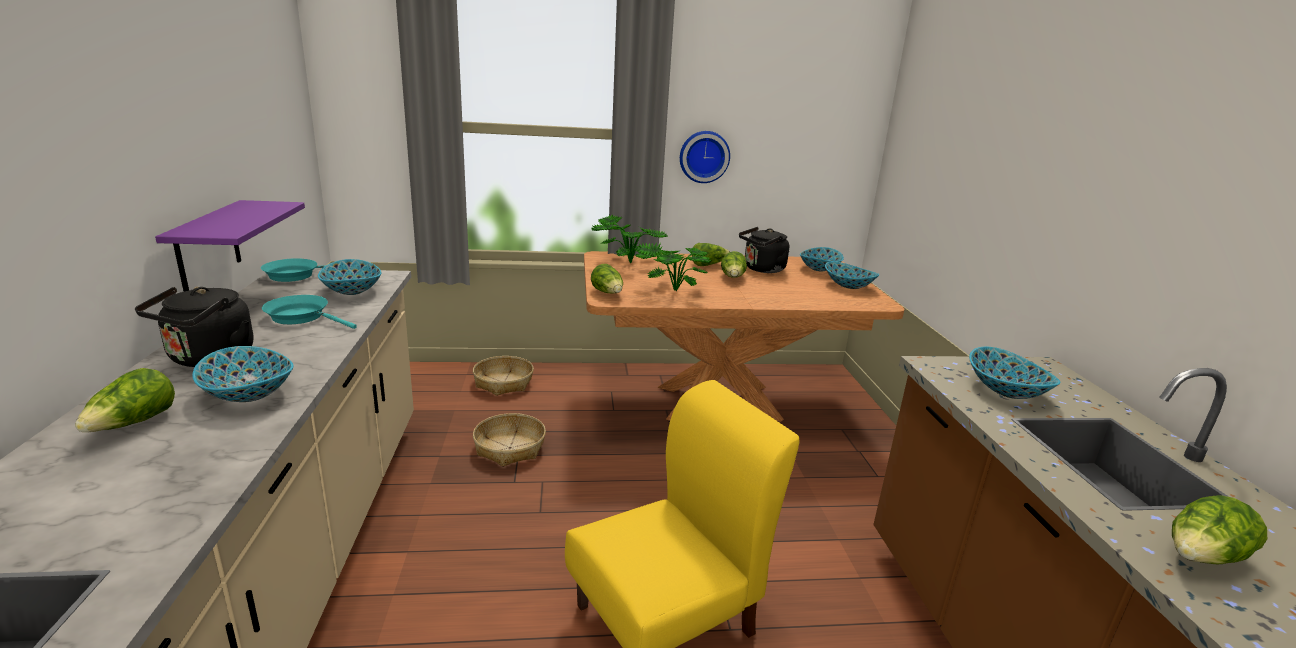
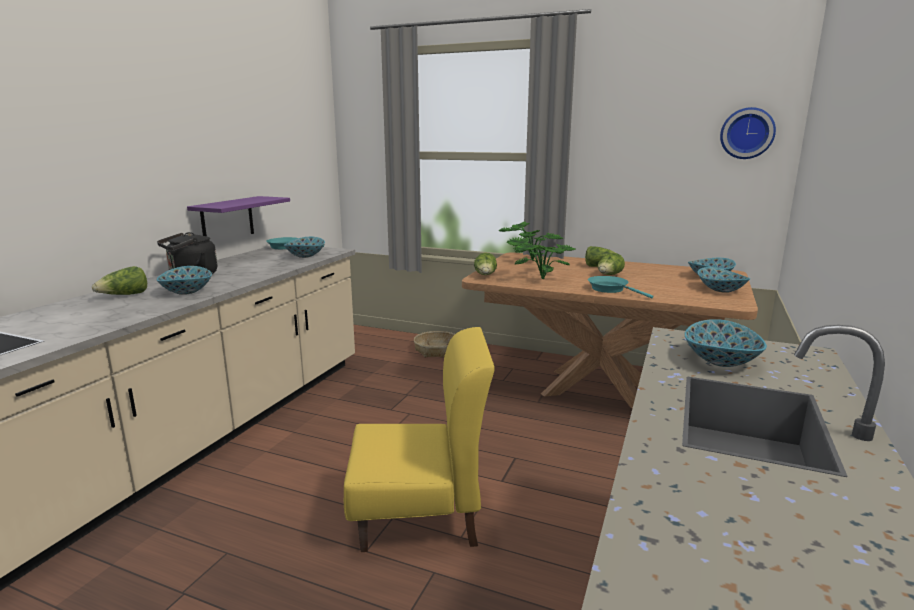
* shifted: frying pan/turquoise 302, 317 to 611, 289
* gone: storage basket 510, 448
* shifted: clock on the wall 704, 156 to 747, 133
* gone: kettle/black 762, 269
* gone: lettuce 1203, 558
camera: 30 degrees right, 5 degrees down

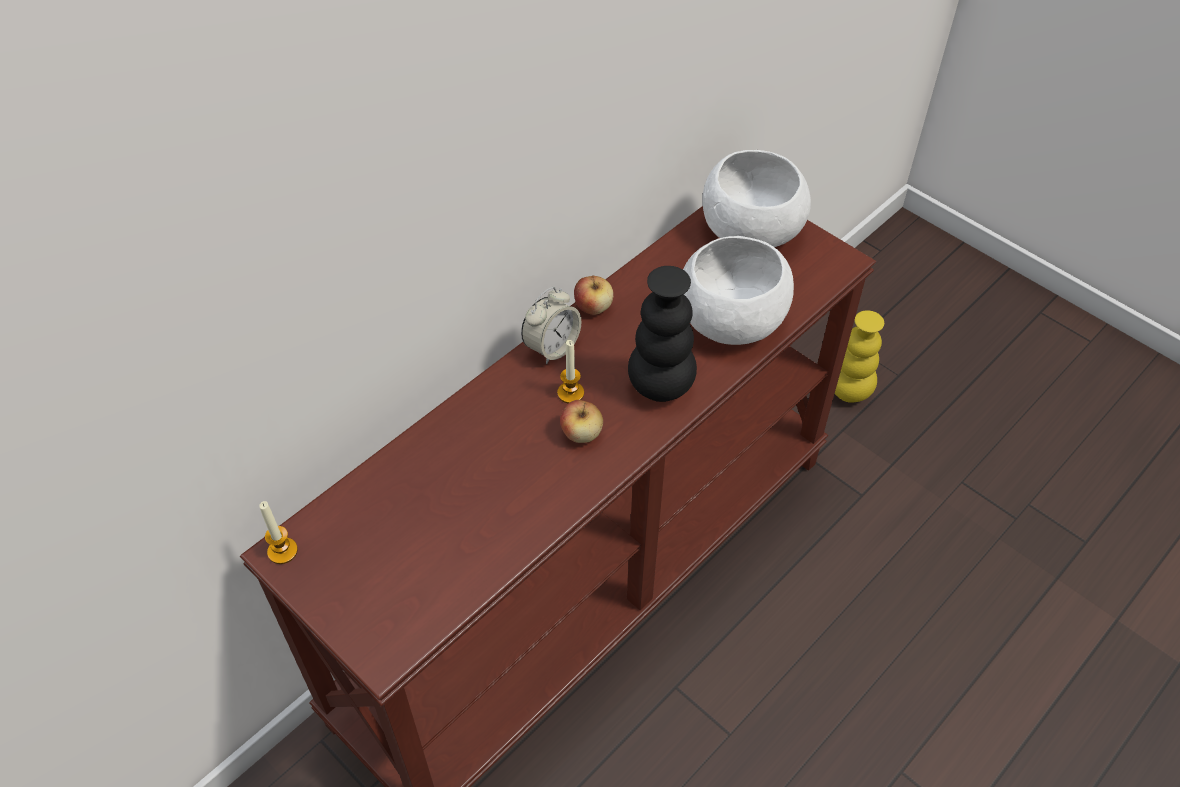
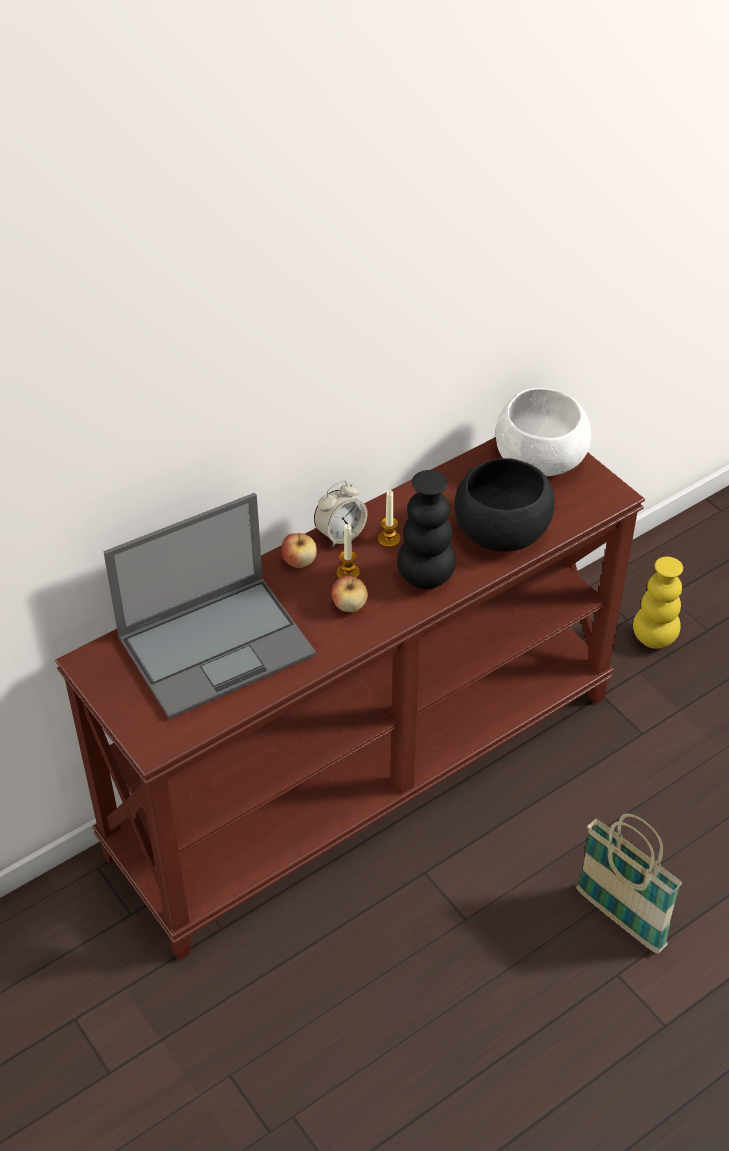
* shifted: wax light 282, 551 to 389, 539
* shifted: apple fruit 593, 307 to 299, 561
* repainted: serving bowl/white 731, 317 to serving bowl/black 501, 529
* new: notebook computer 218, 645
* new: storage basket 619, 919
camera: 10 degrees right, 5 degrees down

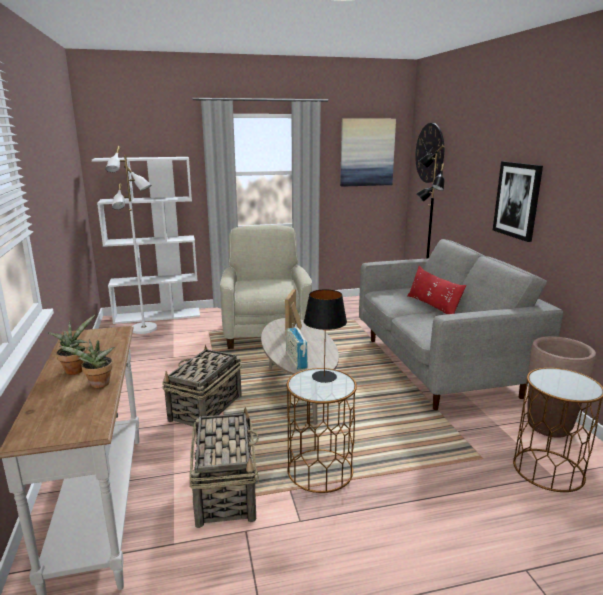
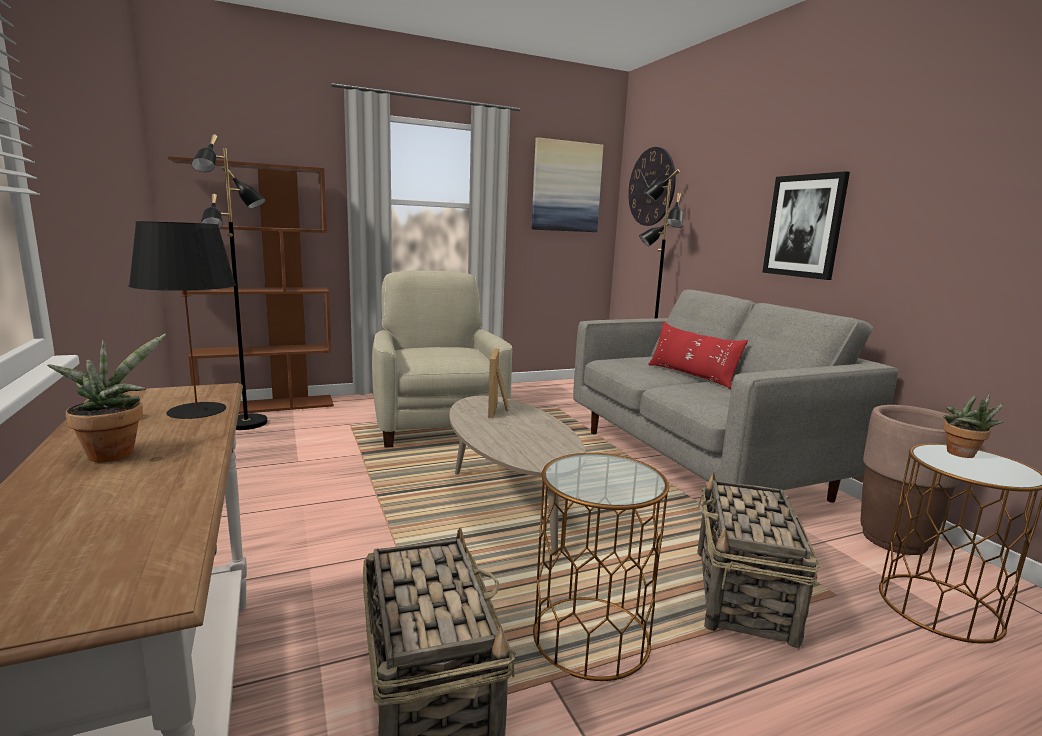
* shifted: potted plant 98, 385 to 963, 455
* repainted: shelving unit/white 158, 316 to shelving unit/brown 268, 406
* repainted: standard lamp/white 144, 329 to standard lamp/black 247, 423
* shifted: storage basket 205, 408 to 742, 596
* gone: radio receiver 296, 361
* shifted: table lamp/black 323, 376 to 195, 410
camera: 10 degrees left, 5 degrees down

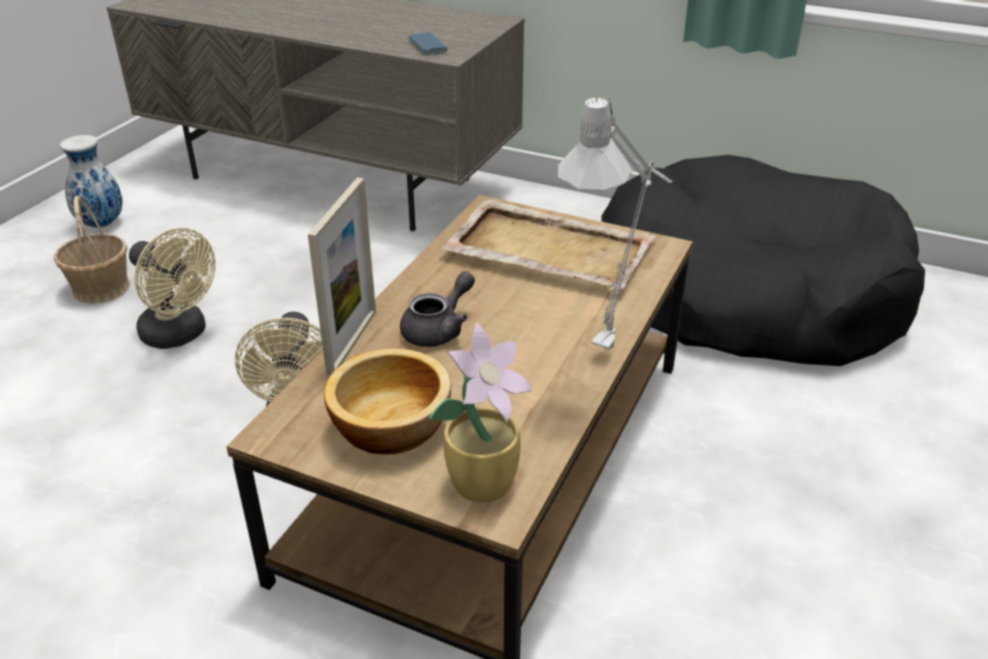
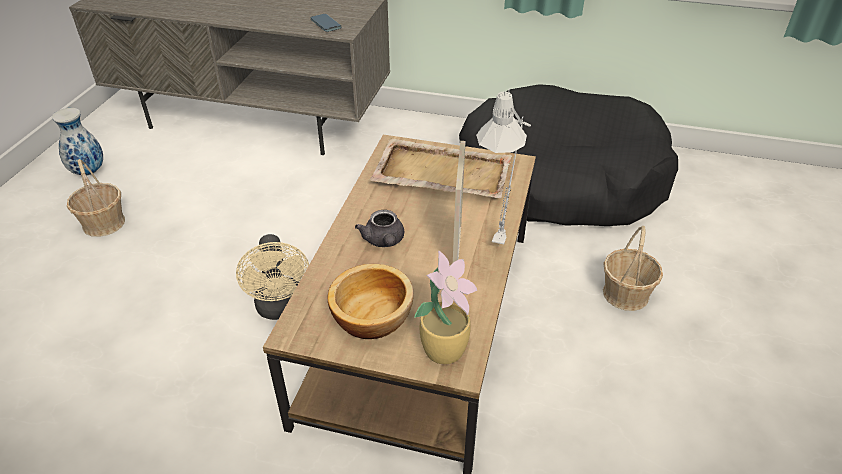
* gone: cooling fan/beige-coloured 180, 335
* shifted: picture frame 352, 342 to 456, 251
* rotated: tea pot/gray 439, 329 = 384, 241 135 degrees clockwise
* new: storage basket 626, 294
camera: 10 degrees left, 5 degrees up

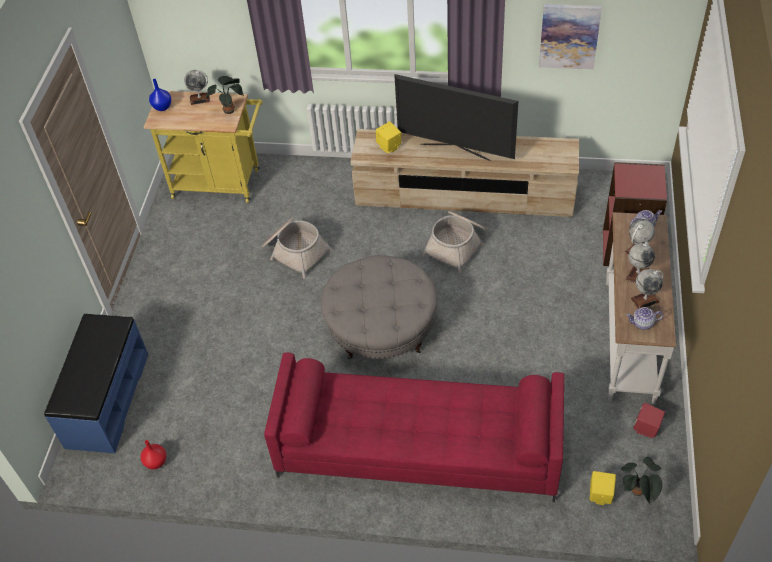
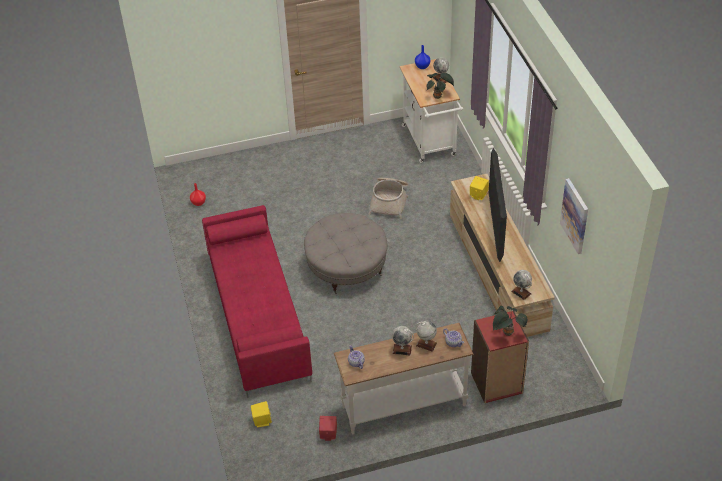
* gone: indoor bench/blue 107, 400
* repainted: cart/yellowish 222, 184 to cart/white 430, 143
* gone: storage basket 457, 245
* shifted: potted plant 638, 492 to 507, 333
* shifted: world globe 645, 300 to 521, 292
camera: 65 degrees right, 5 degrees down

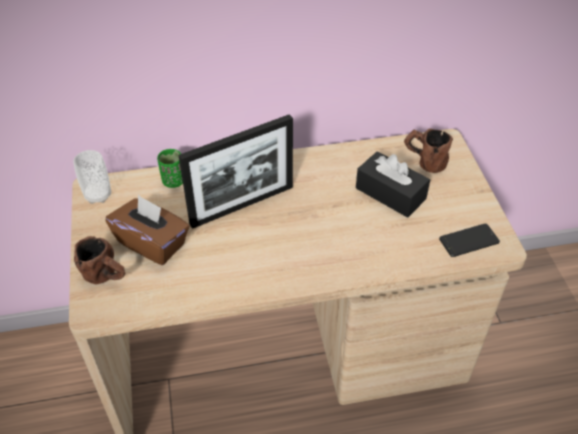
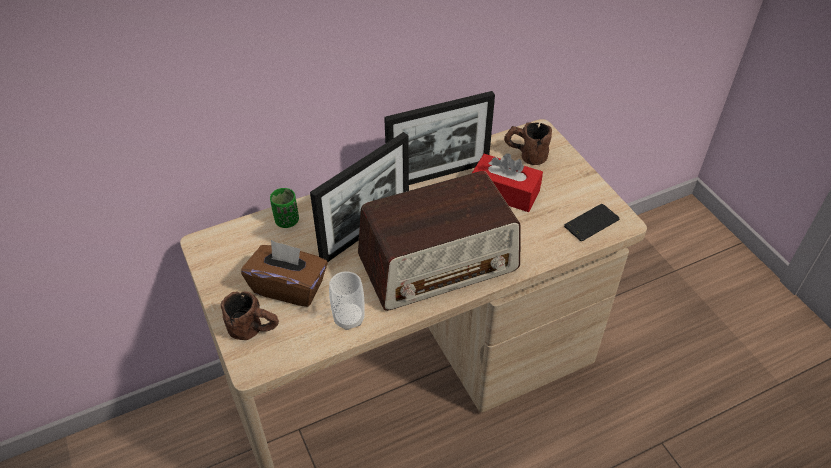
* shifted: cup 98, 195 to 349, 318
* repainted: tissue holder/black 390, 193 to tissue holder/reddish 504, 192
* new: radio receiver 439, 263
* new: picture frame 438, 175
camera: 15 degrees left, 0 degrees up

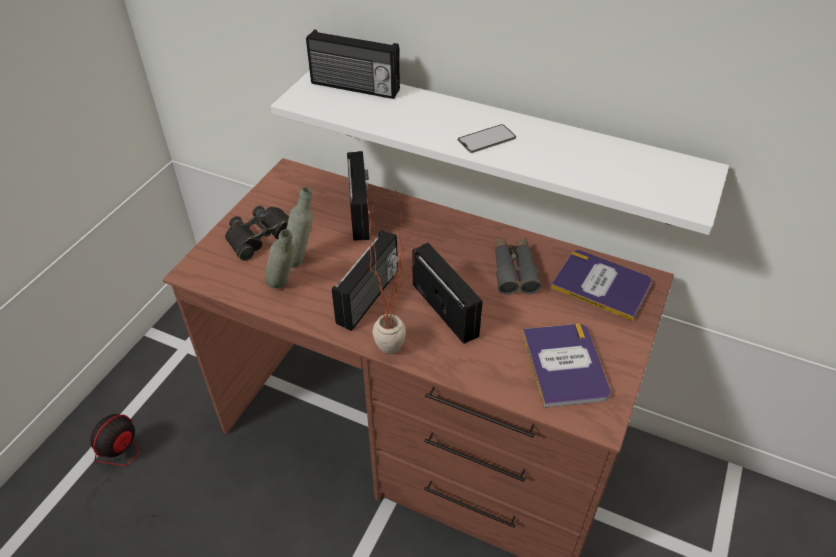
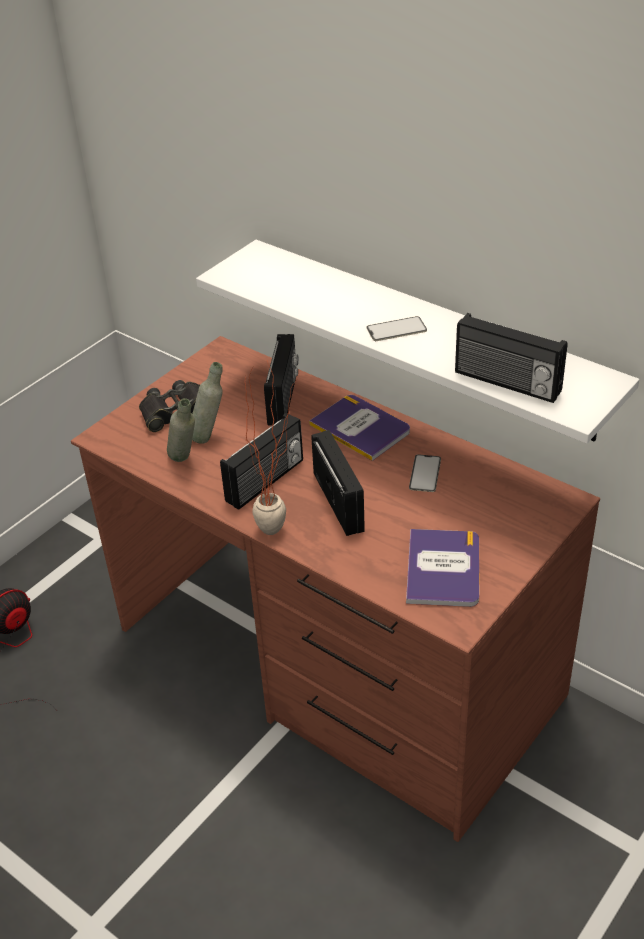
* shifted: radio receiver 354, 87 to 506, 383
* swapped: binoculars/gray 514, 270 to telephone 425, 473
* shifted: volume 602, 285 to 361, 428
camera: 15 degrees right, 5 degrees down

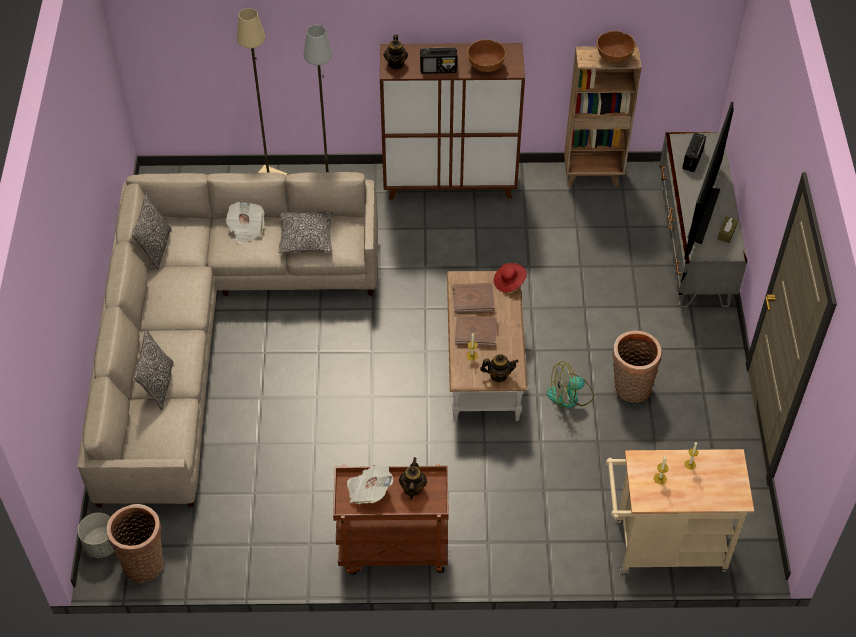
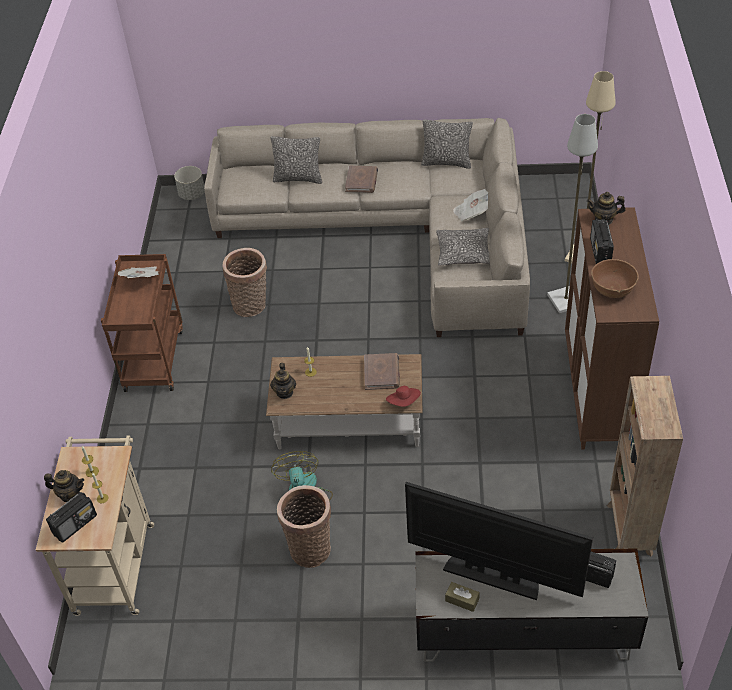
* shifted: storage basket 144, 561 to 251, 305
* shifted: tea pot 412, 488 to 70, 494
* shifted: volume/brown 476, 332 to 361, 181
* gone: serving bowl/brown 614, 56
* new: radio receiver 75, 524
camera: 95 degrees right, 5 degrees down

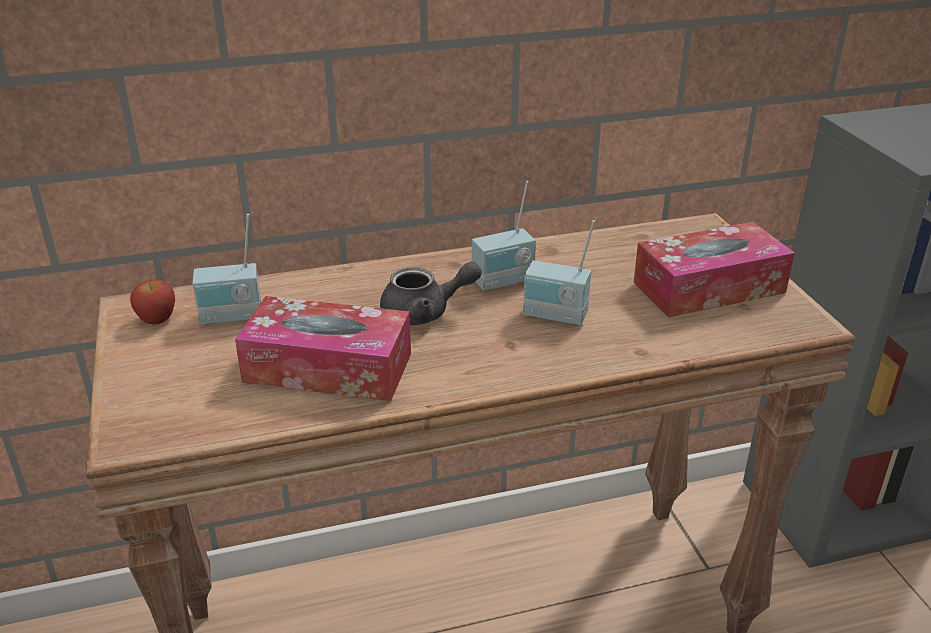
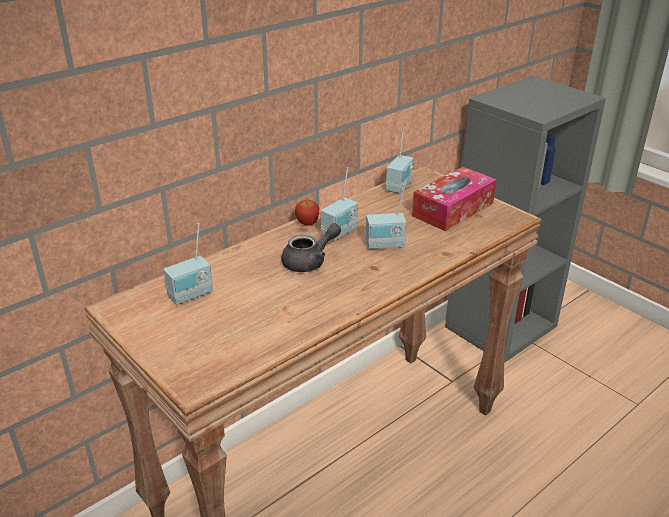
* shifted: apple fruit 157, 319 to 307, 223
* gone: tissue holder 328, 368
* new: radio receiver 400, 187
camera: 25 degrees left, 0 degrees up

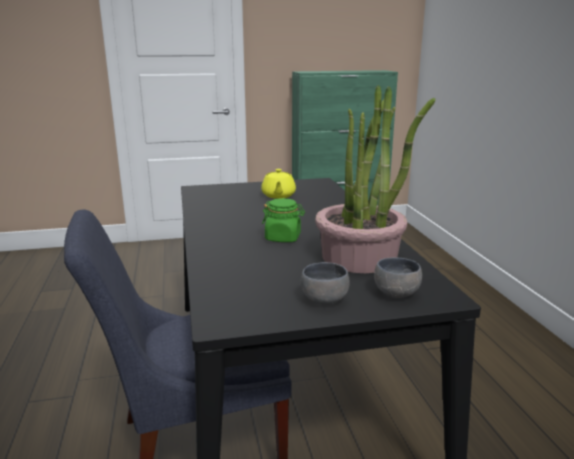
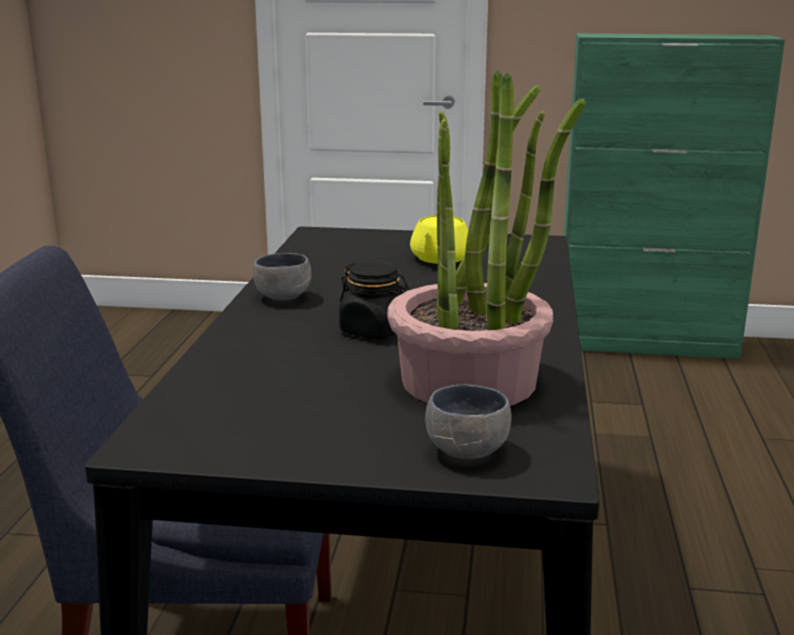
* repainted: storage jar/greenish 283, 238 to storage jar/black 374, 330
* shifted: serving bowl/gray 322, 300 to 281, 297
camera: 20 degrees right, 0 degrees up

